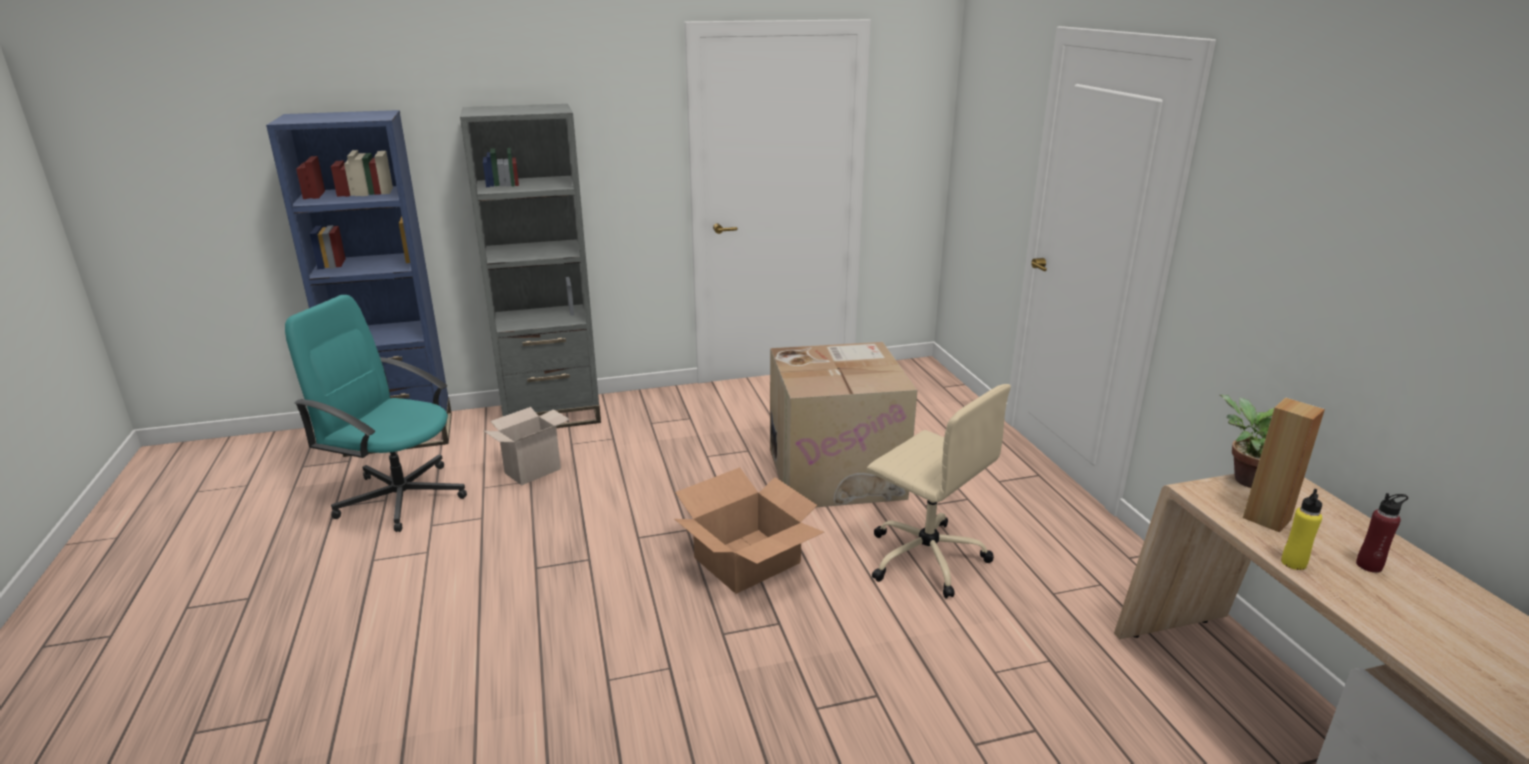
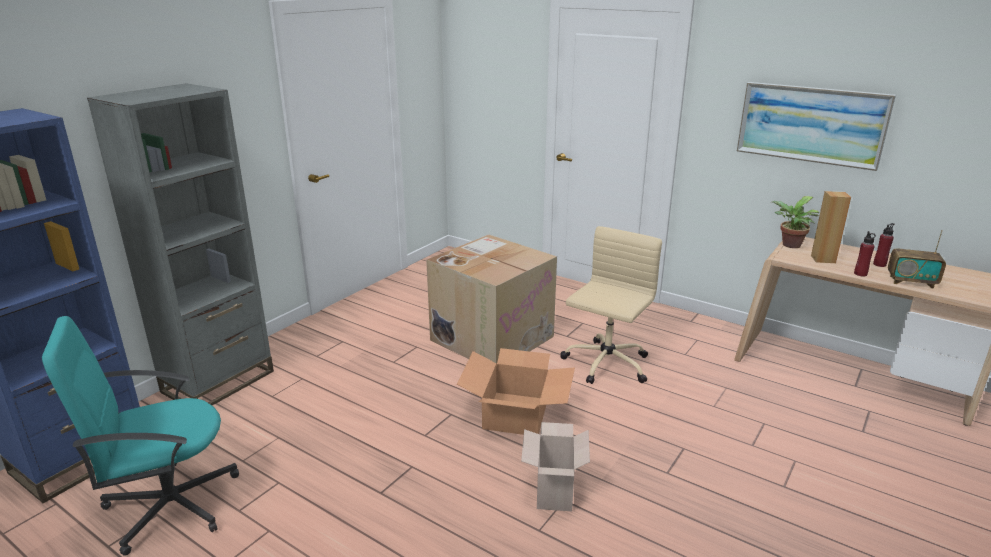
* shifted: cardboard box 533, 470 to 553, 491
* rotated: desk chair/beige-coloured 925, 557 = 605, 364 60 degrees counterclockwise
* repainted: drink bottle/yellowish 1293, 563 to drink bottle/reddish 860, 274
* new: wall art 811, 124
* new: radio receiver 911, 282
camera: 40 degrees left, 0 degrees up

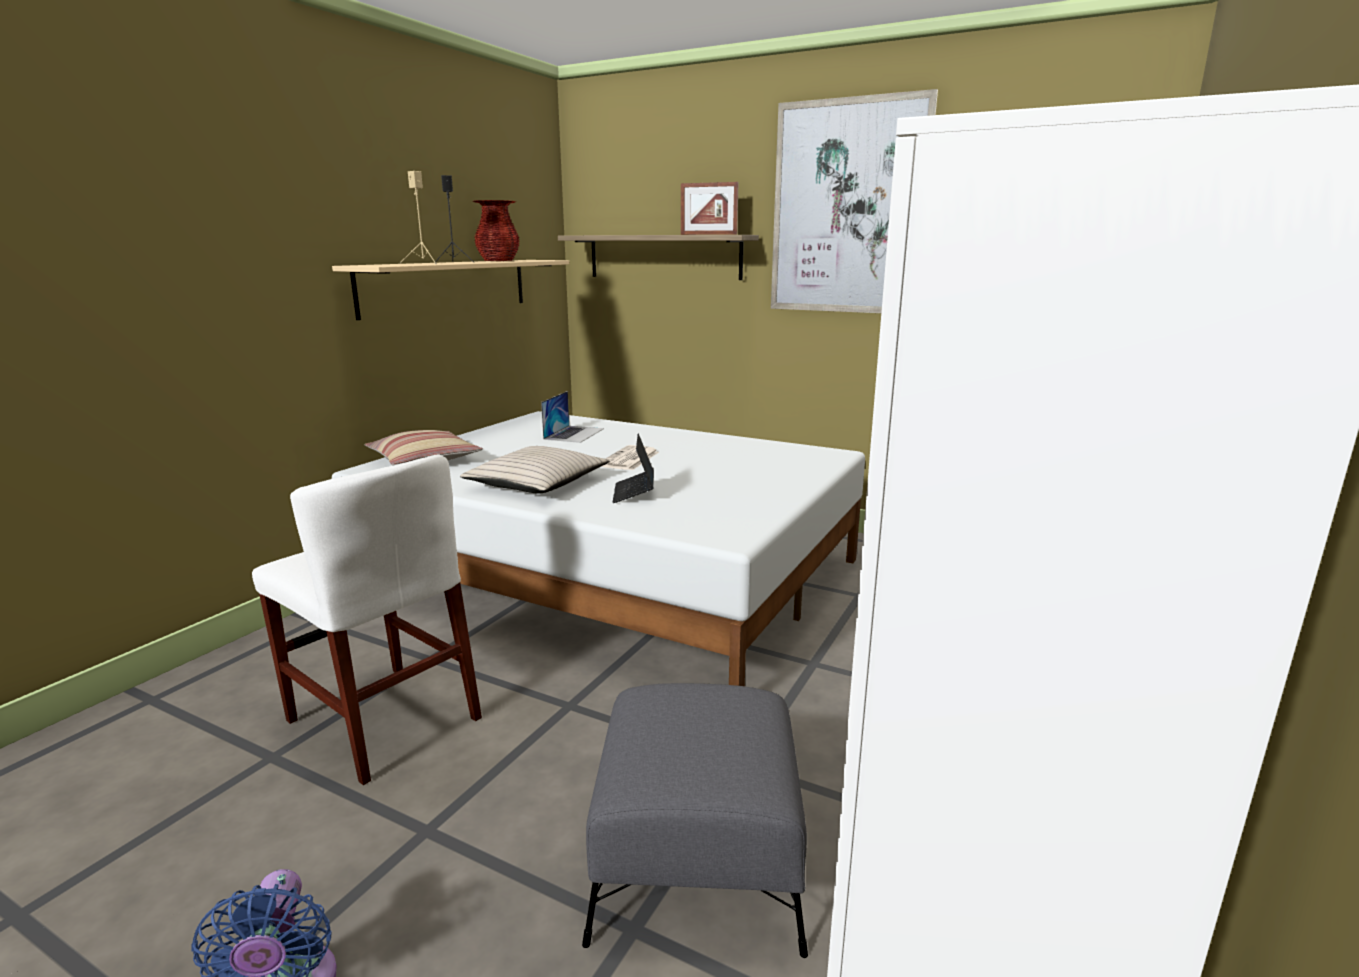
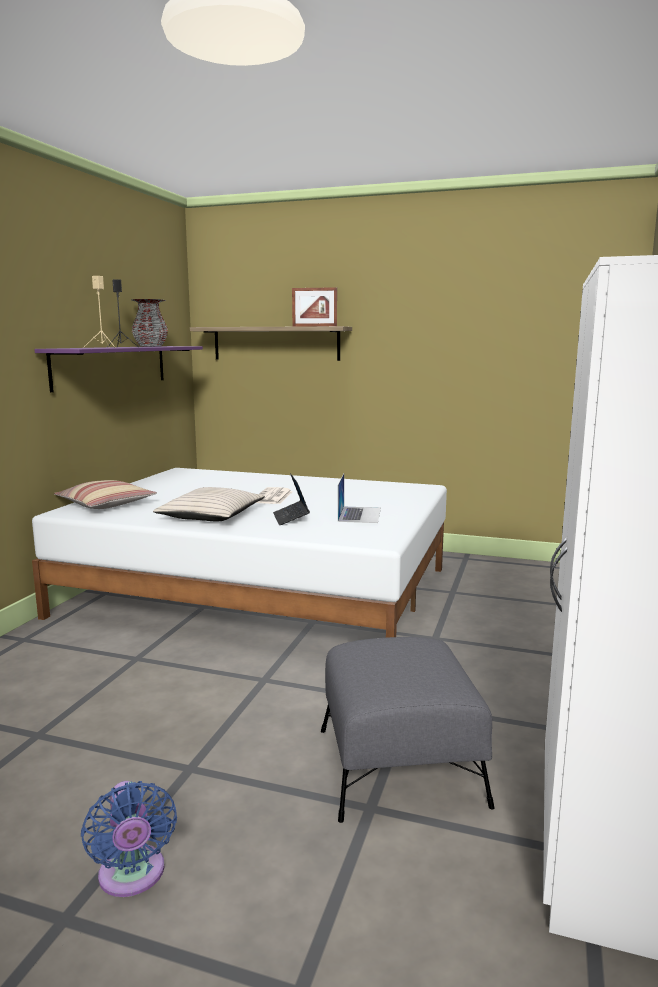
* gone: chair/white 383, 719
* repainted: shelf/beige-coloured 447, 286 to shelf/purplish 112, 366
* repainted: vase/reddish 498, 261 to vase/gray 150, 346
* shifted: notebook computer 574, 434 to 359, 514
* gone: wall art 848, 208
camera: 10 degrees left, 5 degrees down

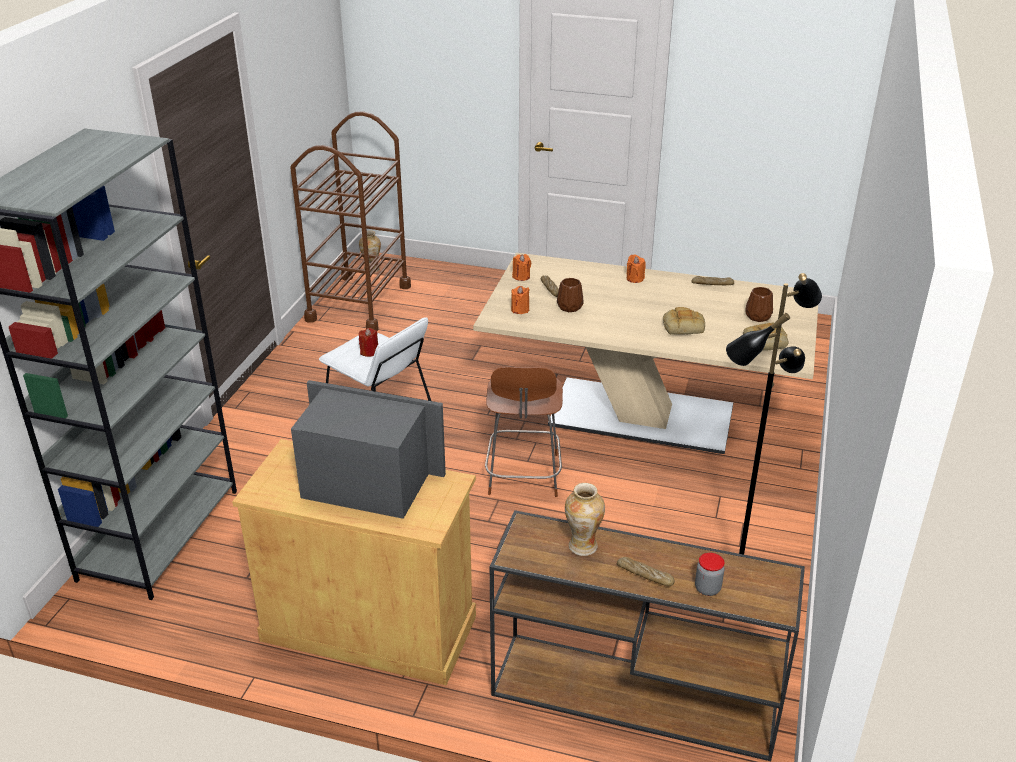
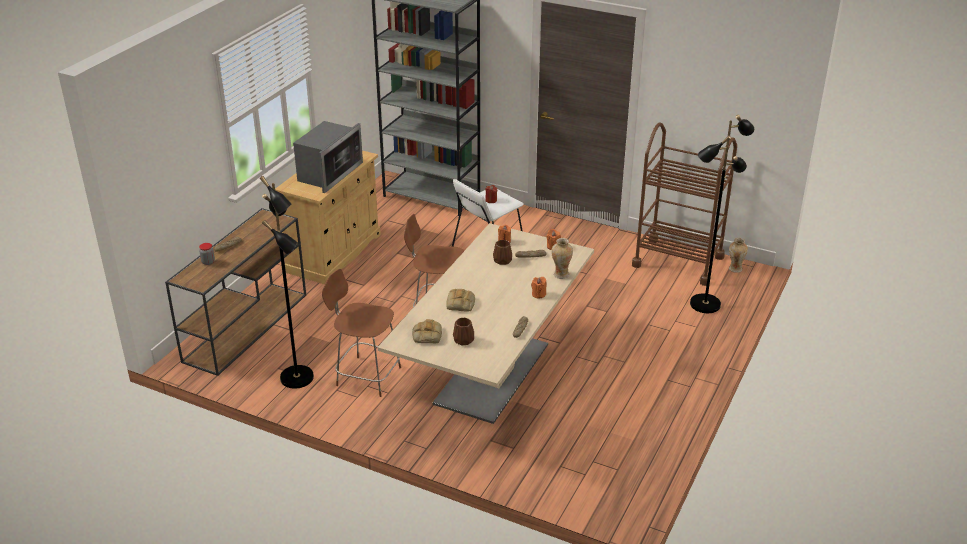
* shifted: vase 582, 547 to 561, 274
* new: chair/brown 366, 376
* new: standard lamp/black 704, 304
camera: 100 degrees right, 0 degrees up

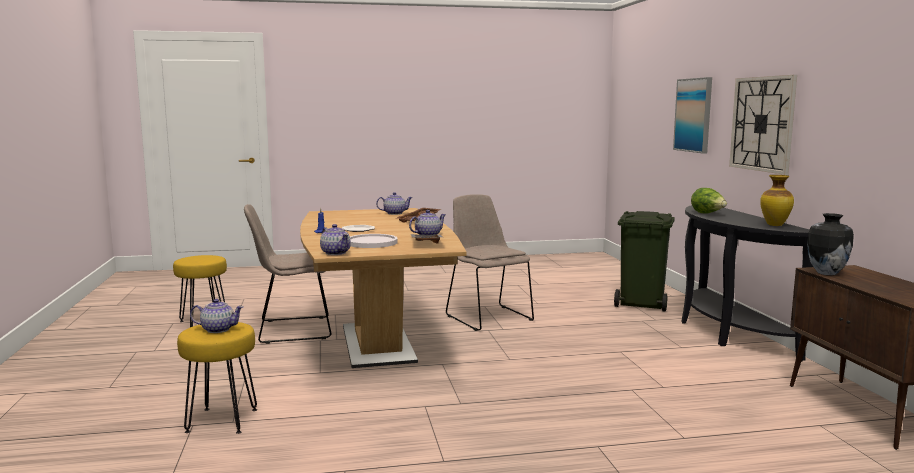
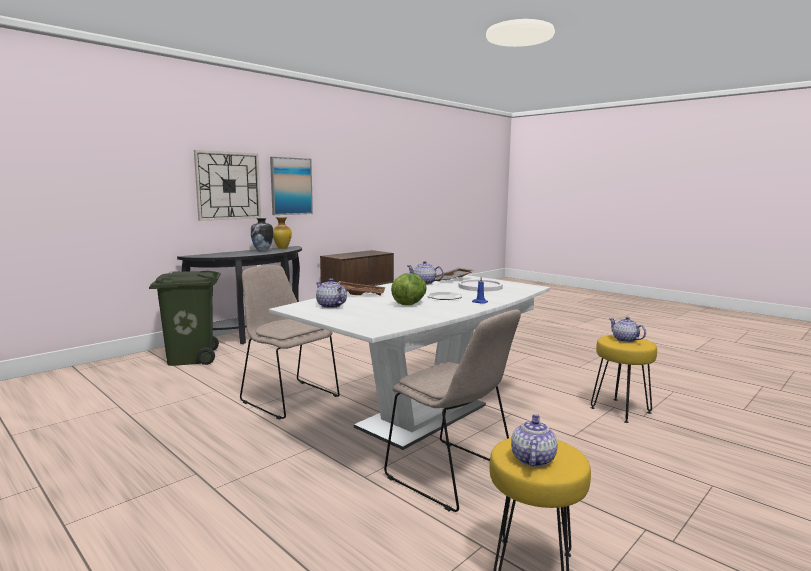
* repainted: dining table/brown 377, 344 to dining table/white 422, 416
* shifted: tea pot 335, 253 to 532, 459
* rotated: chair/beige-coloured 487, 317 = 288, 398 105 degrees clockwise
* shifted: wall art 693, 115 to 291, 186
* shifted: lettuce 708, 214 to 410, 303
* shifted: vase 826, 273 to 262, 251
camera: 125 degrees left, 0 degrees up

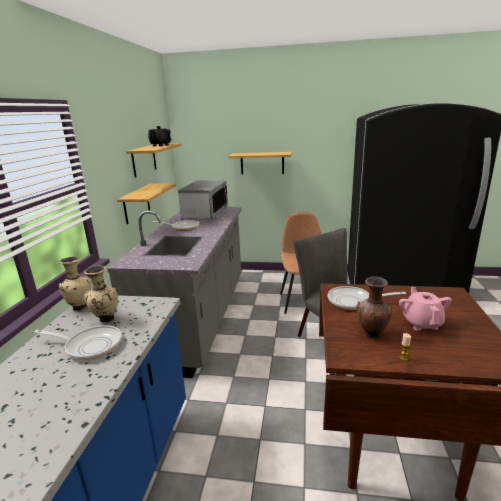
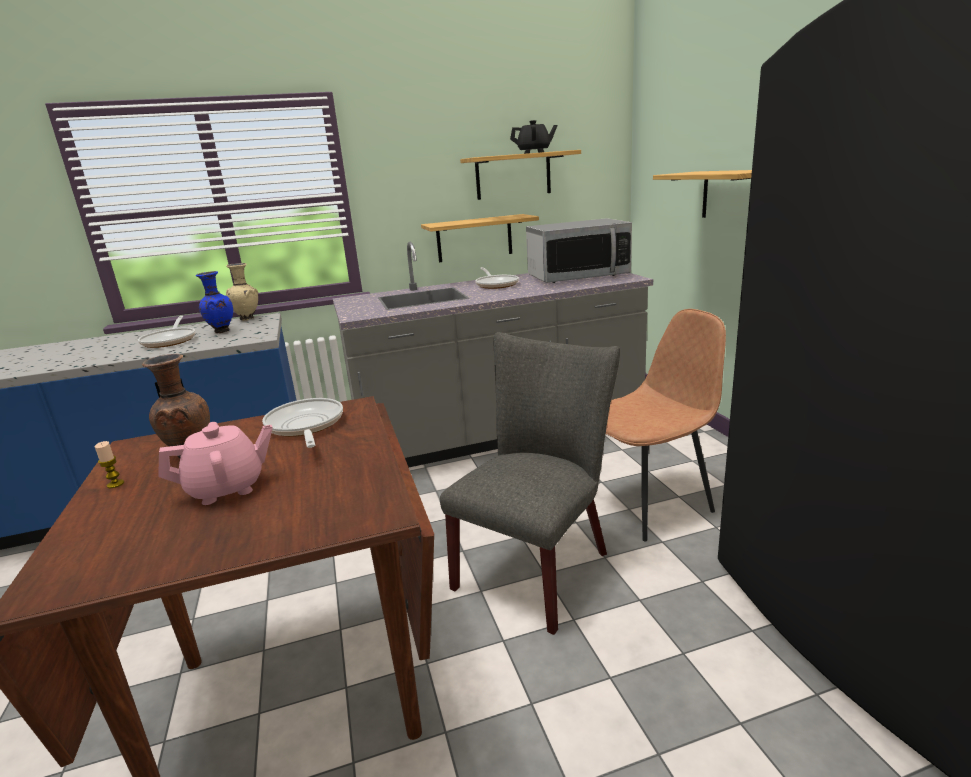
* repainted: vase/beige-coloured 106, 320 to vase/blue 221, 331
camera: 65 degrees right, 0 degrees up

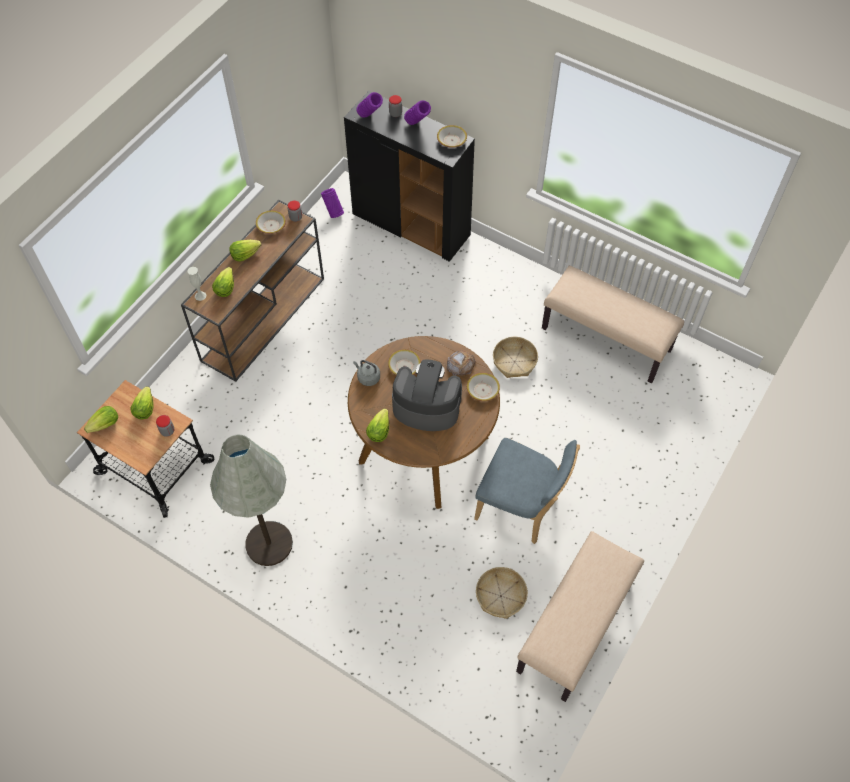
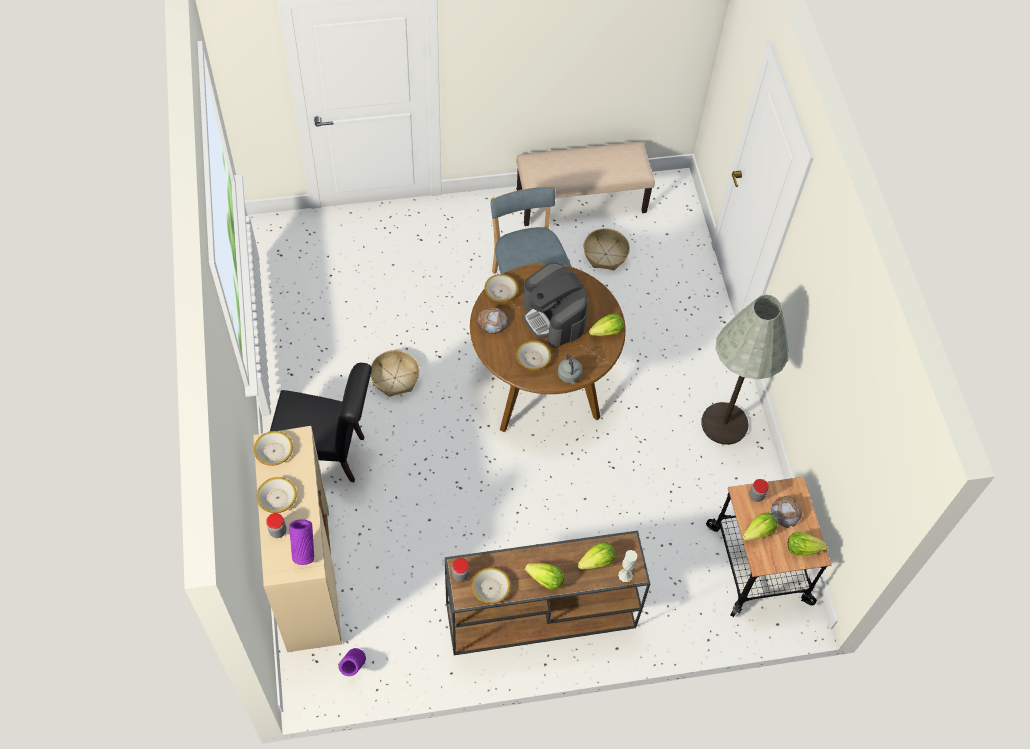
* repainted: cupboard/black 412, 226 to cupboard/beige-coloured 307, 577
* swapped: vase/purplish 417, 125 to serving bowl 277, 498
* gone: indoor bench/beige-coloured 607, 339
* new: chair/black 327, 455
* new: baked bread 785, 512
camera: 135 degrees left, 0 degrees up

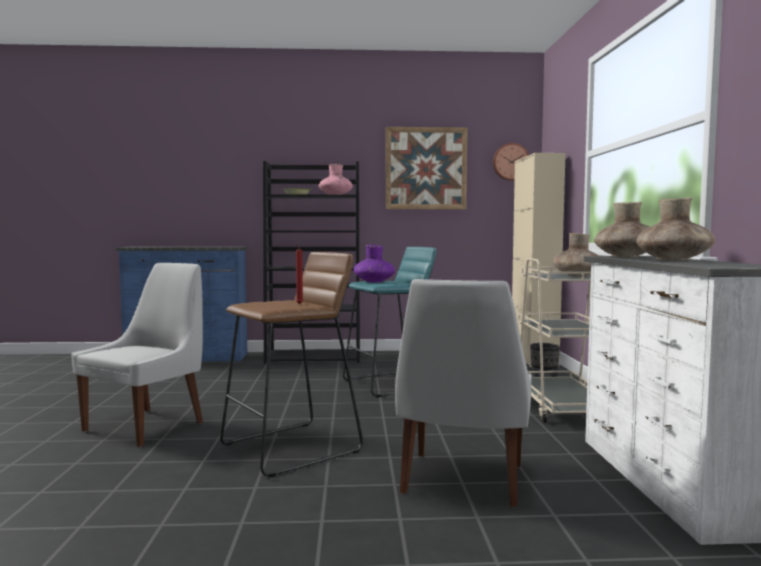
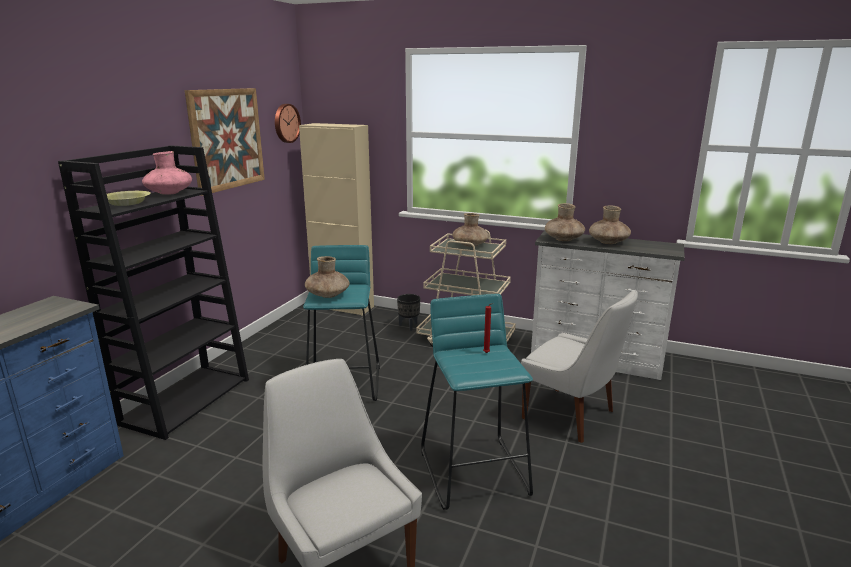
* repainted: stool/brown 292, 448 to stool/turquoise 475, 471
* repainted: vase/purplish 374, 282 to vase/brown 328, 295
camera: 65 degrees left, 15 degrees up

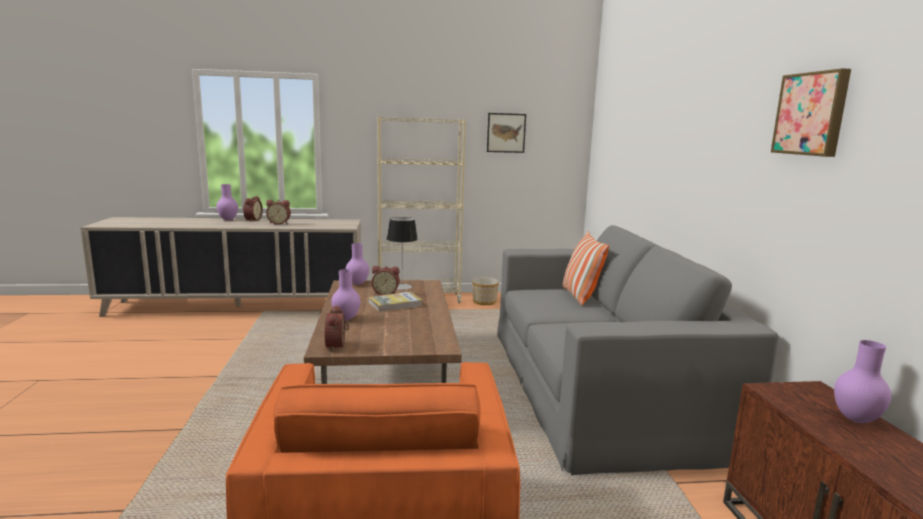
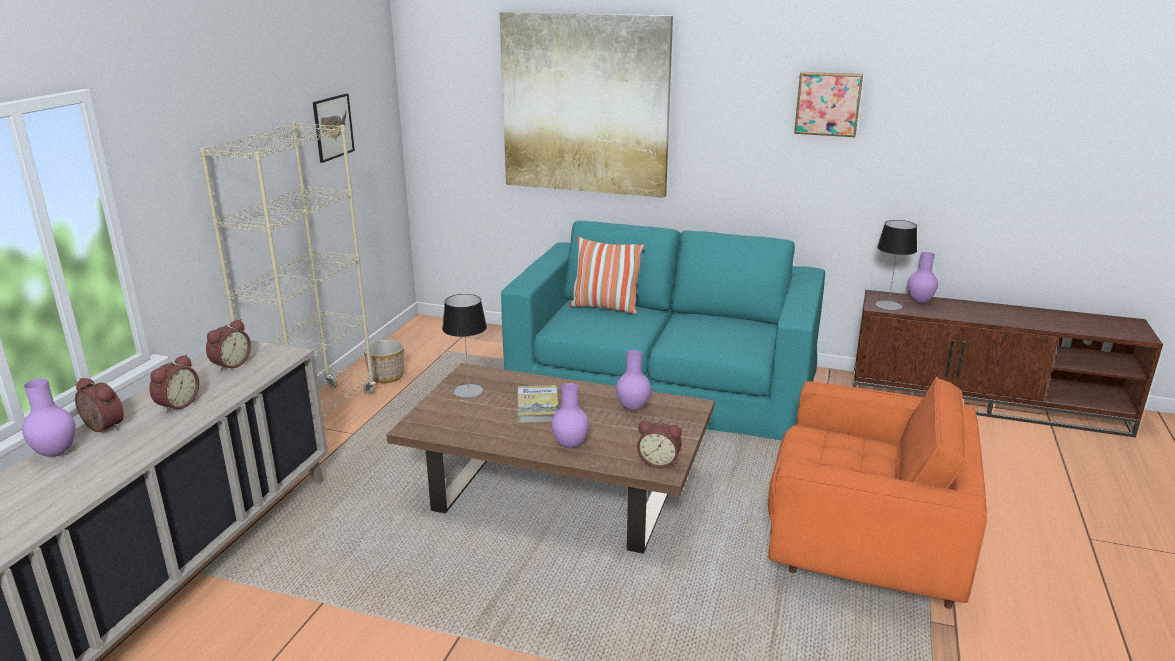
* shifted: vase/purplish 357, 284 to 632, 408
* shifted: bedside clock 386, 293 to 230, 364
* repainted: couch/gray 599, 385 to couch/turquoise 664, 382
* new: wall art 585, 105
* new: table lamp 888, 305
camera: 65 degrees left, 10 degrees up

